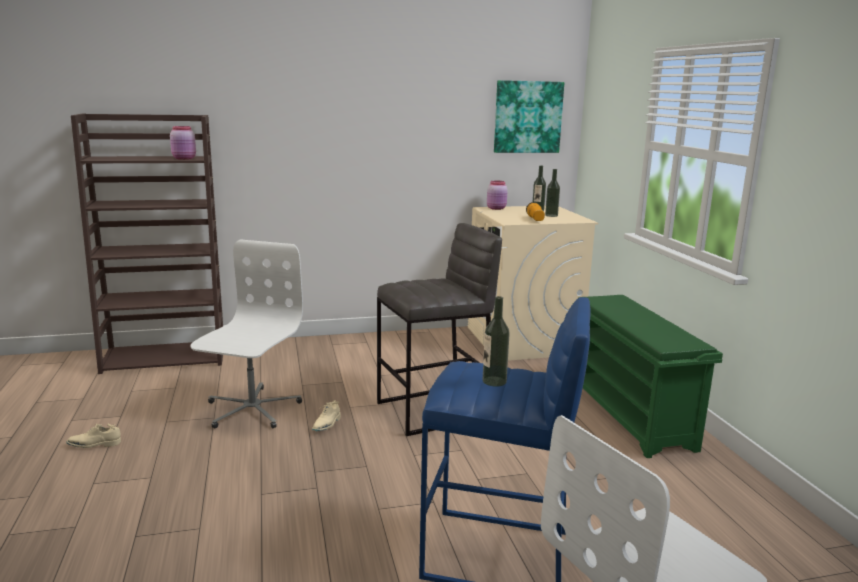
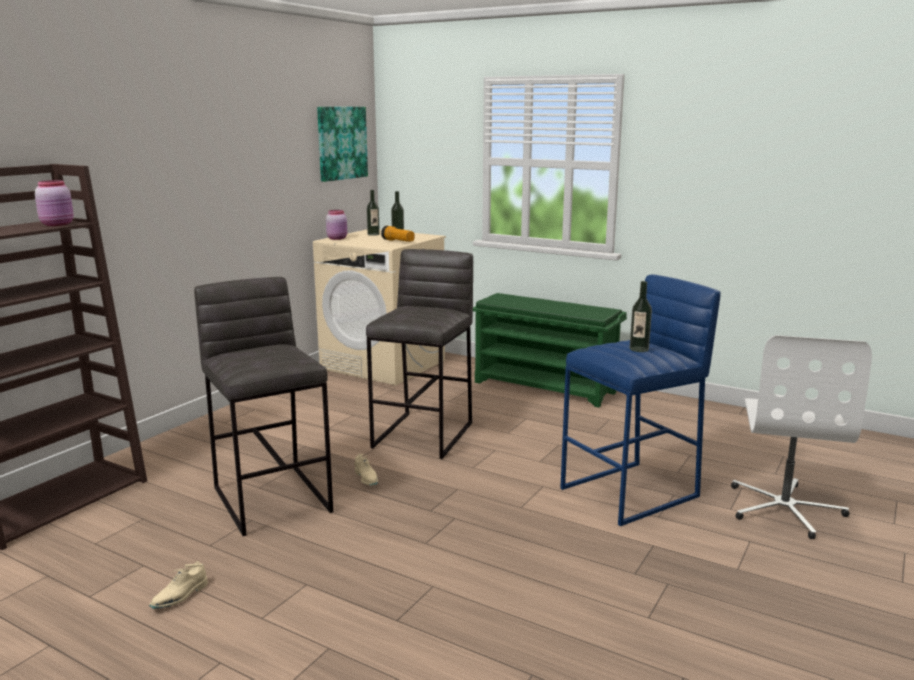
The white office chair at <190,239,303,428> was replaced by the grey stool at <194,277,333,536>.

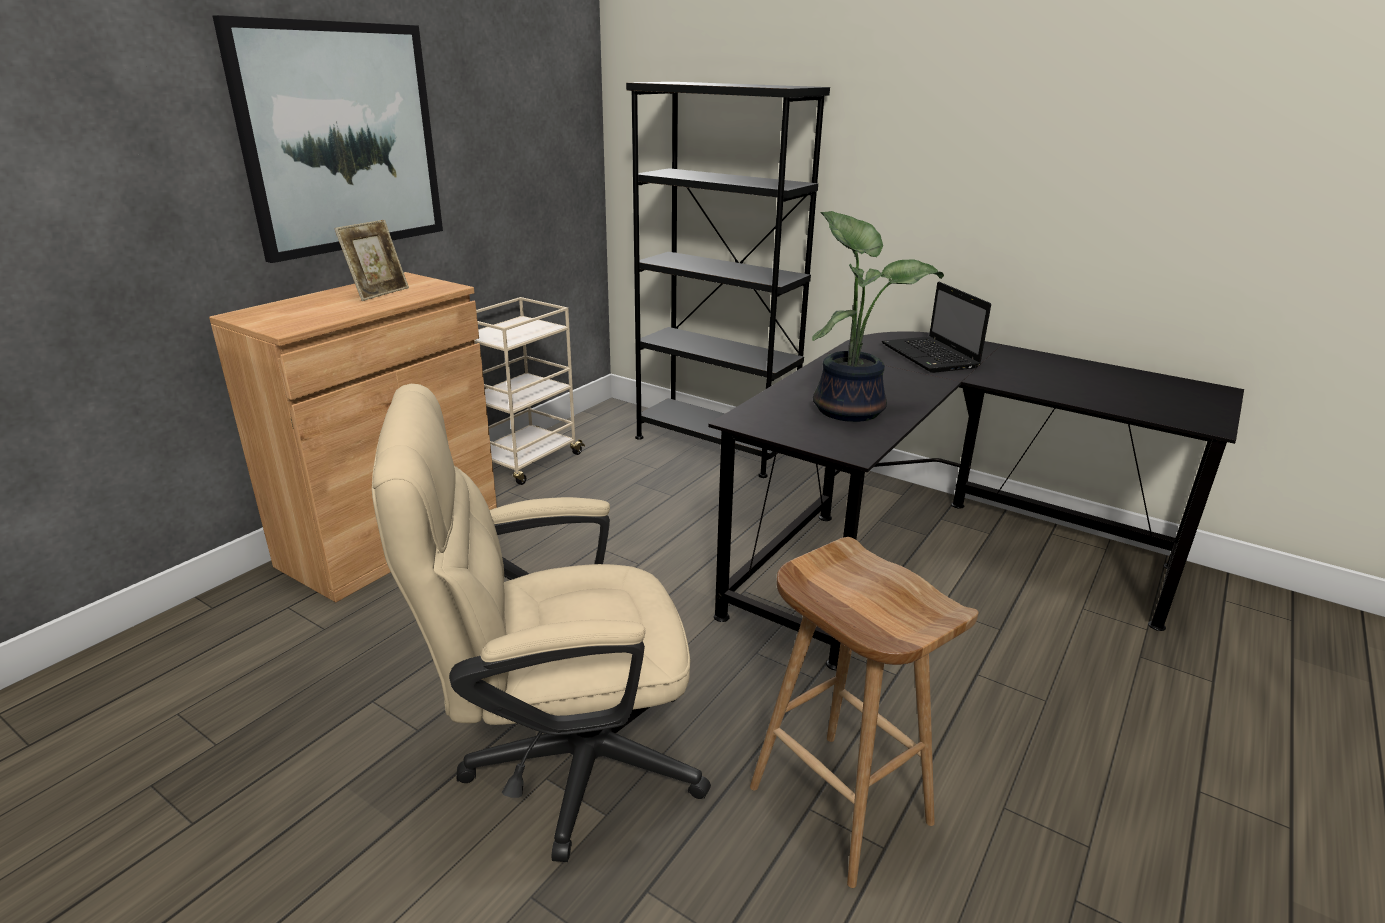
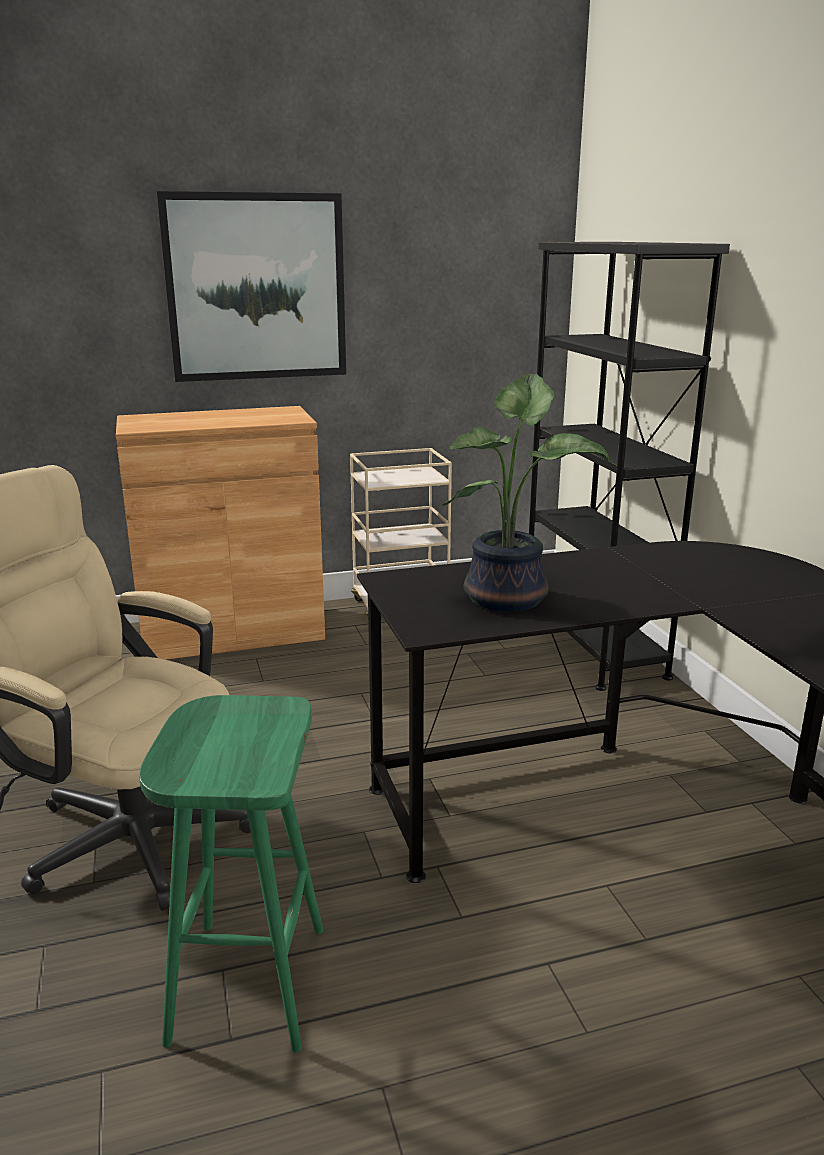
The picture frame at <335,220,409,301> disappeared.
The brown stool at <750,537,979,888> became the green stool at <139,695,323,1053>.
The laptop at <882,282,991,373> disappeared.

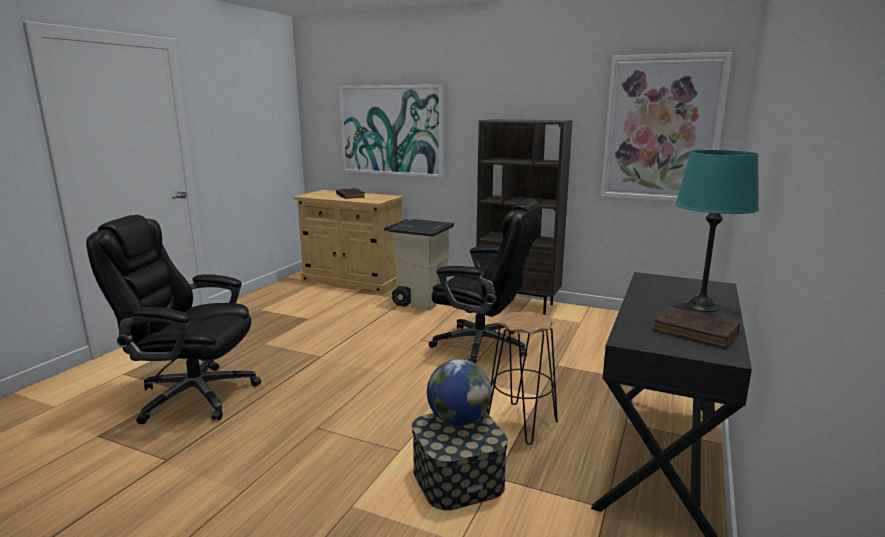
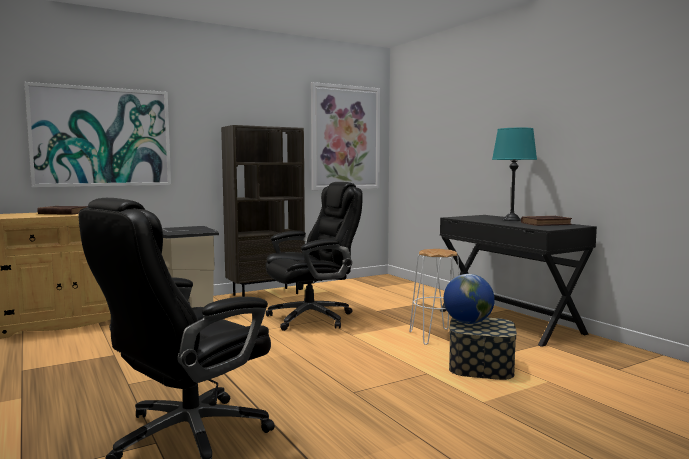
The black stool at <486,311,558,445> became the white stool at <409,249,460,345>.

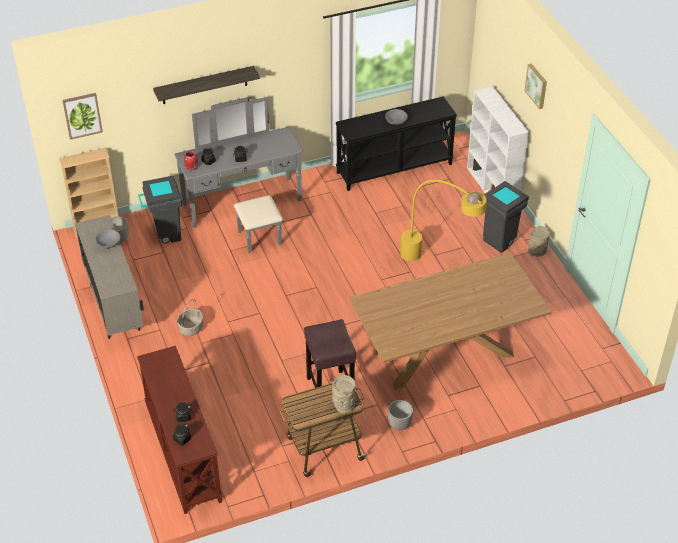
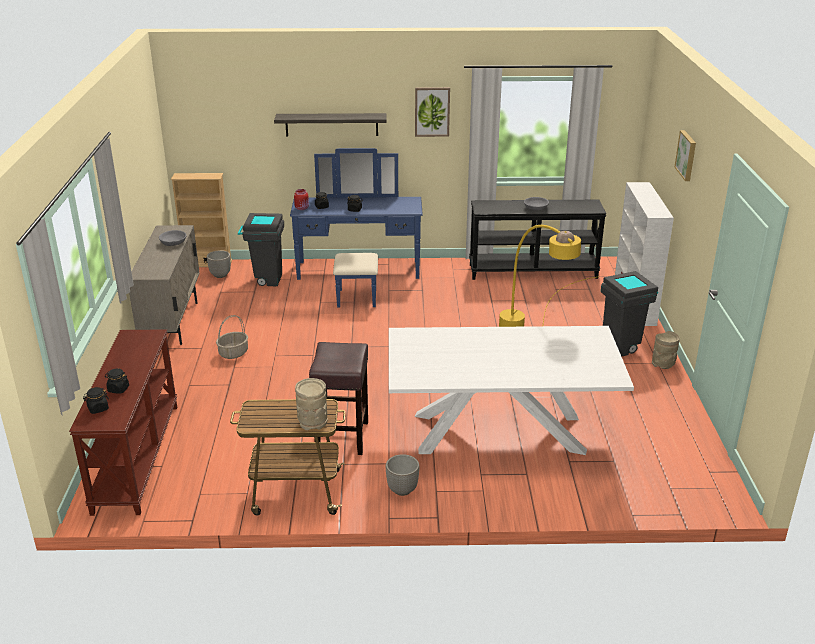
The picture moved from <62,93,103,140> to <415,87,450,137>.
The grey dresser at <174,97,303,253> became the blue dresser at <290,148,423,308>.
The brown dining table at <349,253,552,390> became the white dining table at <389,326,634,455>.

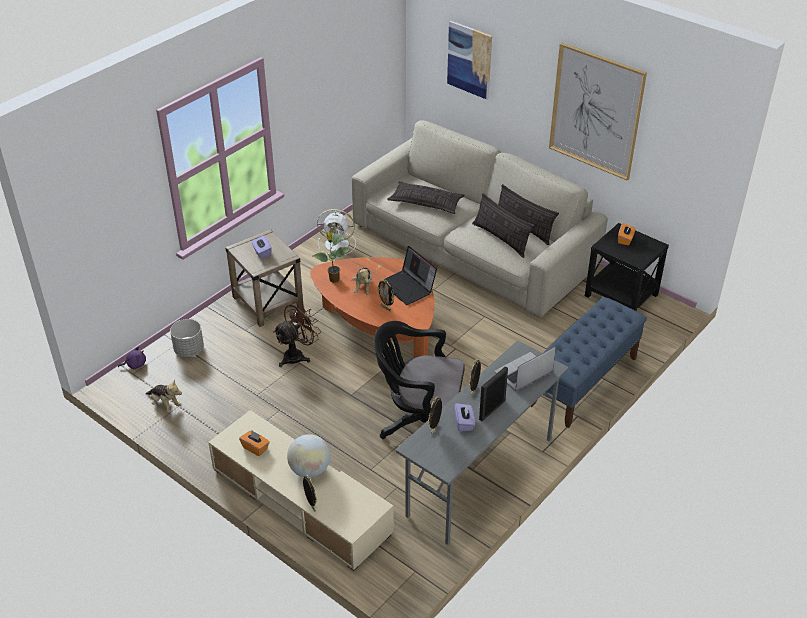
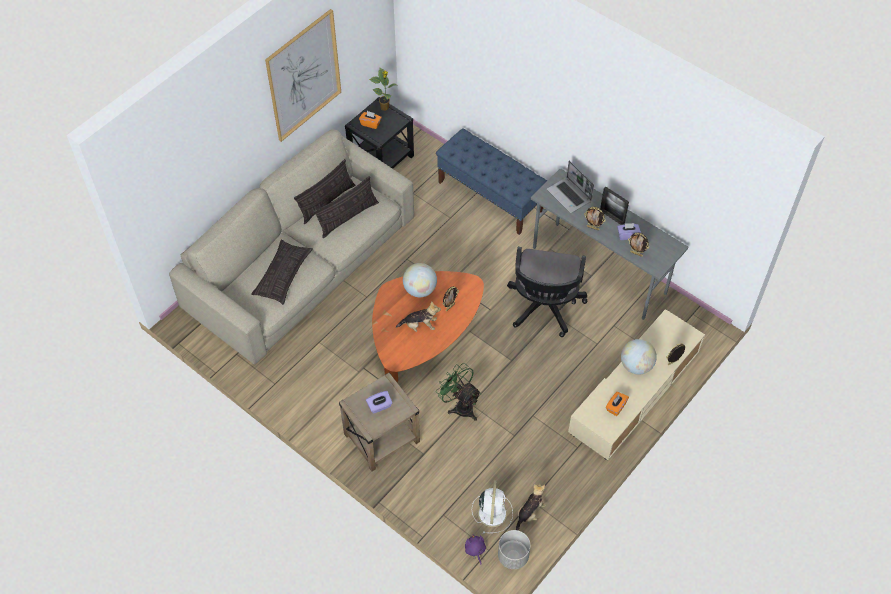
The grey planter moved from <170,319,204,357> to <498,530,531,569>.
The brown fan at <273,302,321,367> became the green fan at <436,363,481,421>.
The potted plant moved from <313,232,350,283> to <369,68,397,111>.
The white fan moved from <317,209,356,255> to <472,480,513,534>.
The laptop at <385,246,437,305> was replaced by the globe at <403,263,437,297>.
The picture at <447,21,492,100> disappeared.

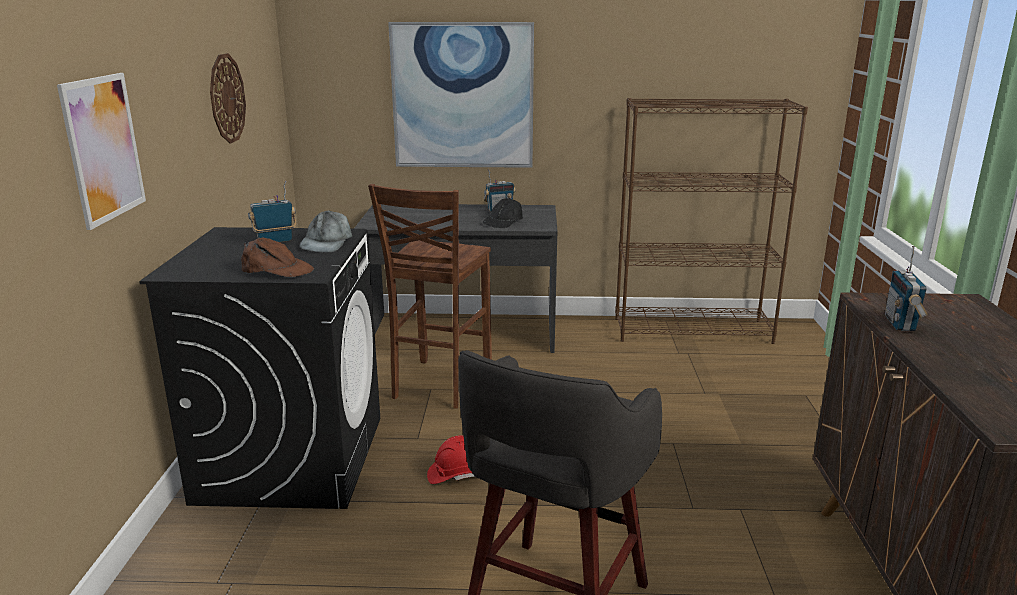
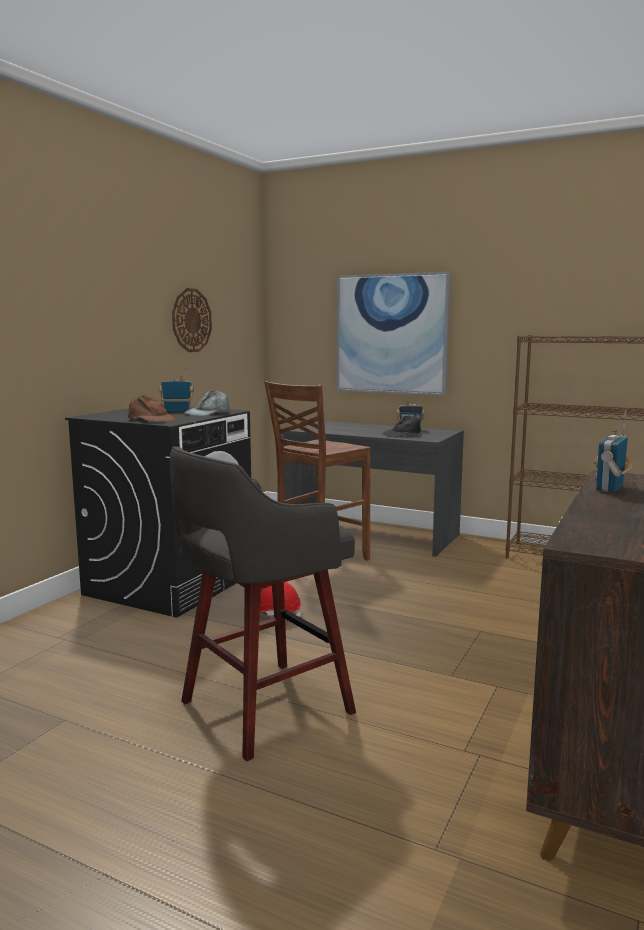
The picture at <57,73,146,230> disappeared.

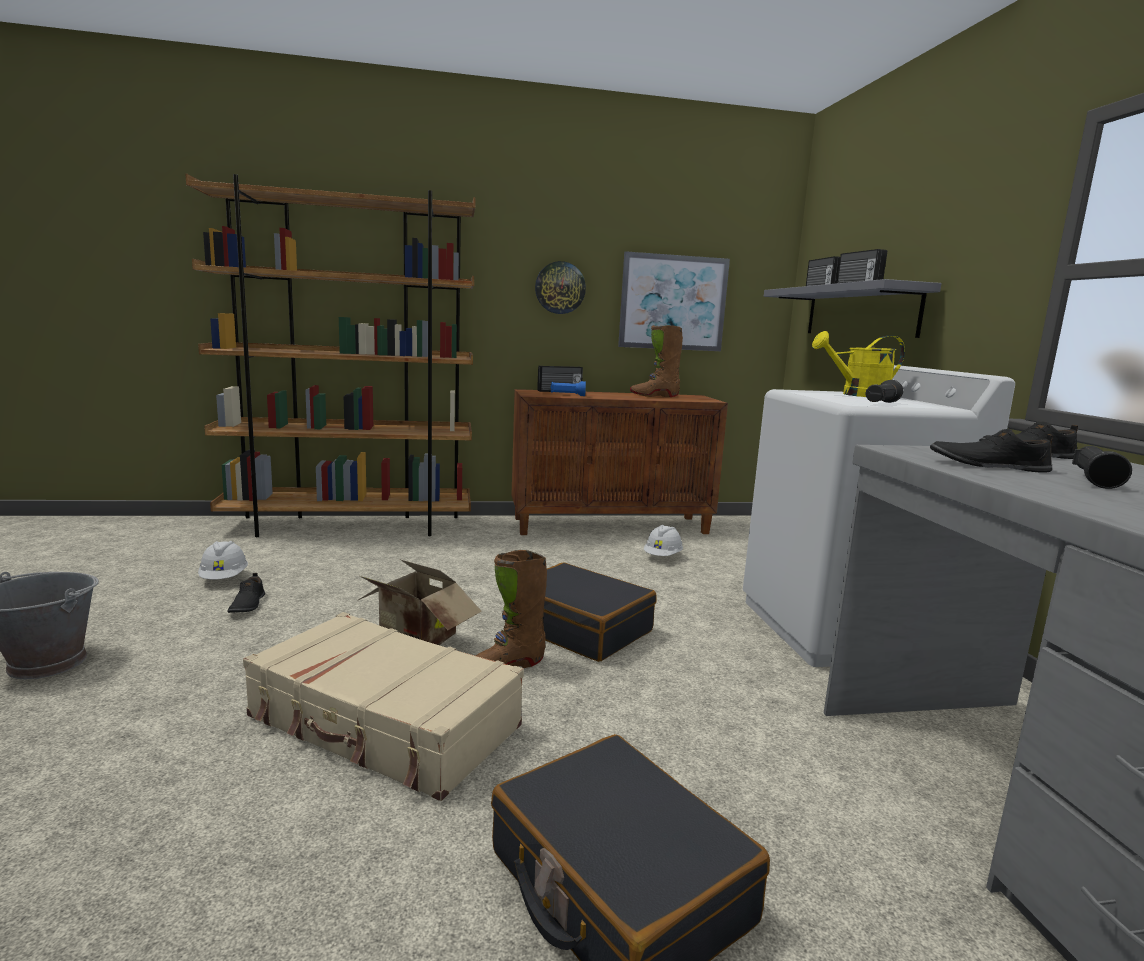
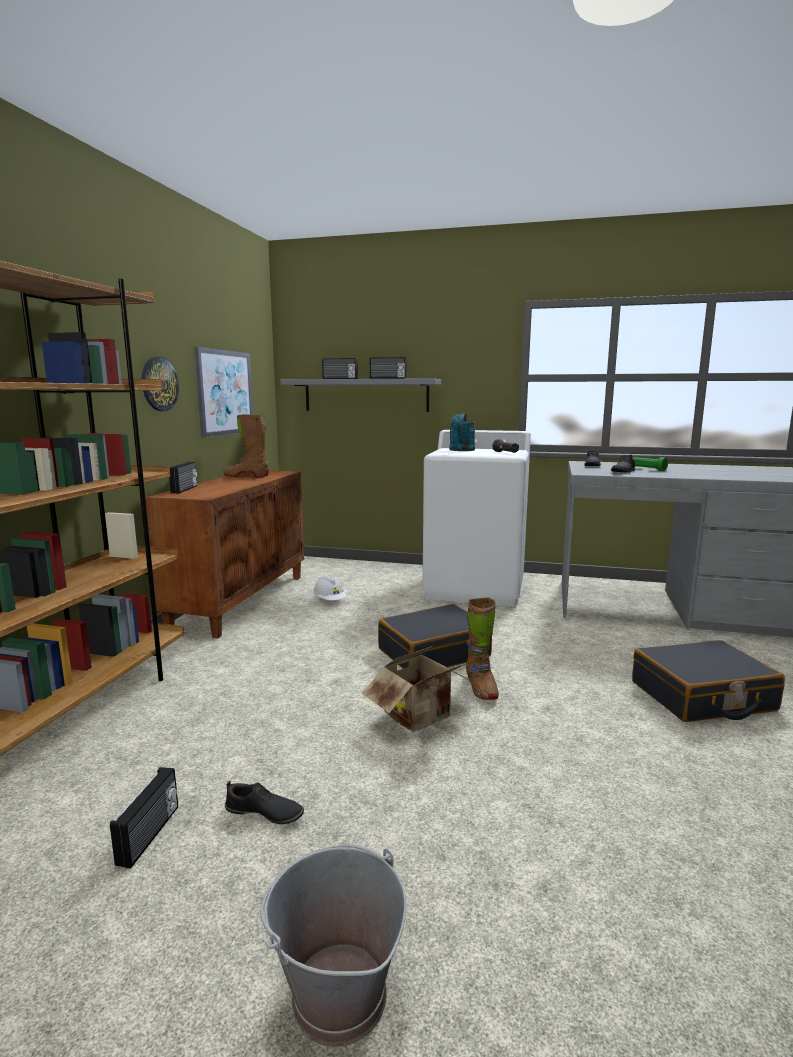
The white hard hat at <198,541,248,579> was replaced by the radio at <110,767,178,868>.
The beige suitcase at <243,612,524,801> disappeared.
The blue flashlight at <551,381,586,396> disappeared.
The brown boot at <630,325,683,397> turned 90 degrees clockwise.
The yellow watering can at <812,331,905,397> became the turquoise watering can at <449,413,475,451>.
The black flashlight at <1072,446,1132,489> became the green flashlight at <634,457,668,471>.

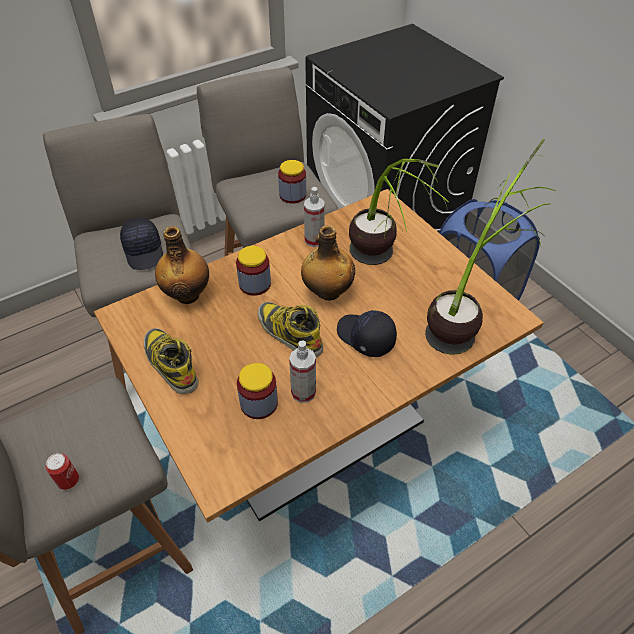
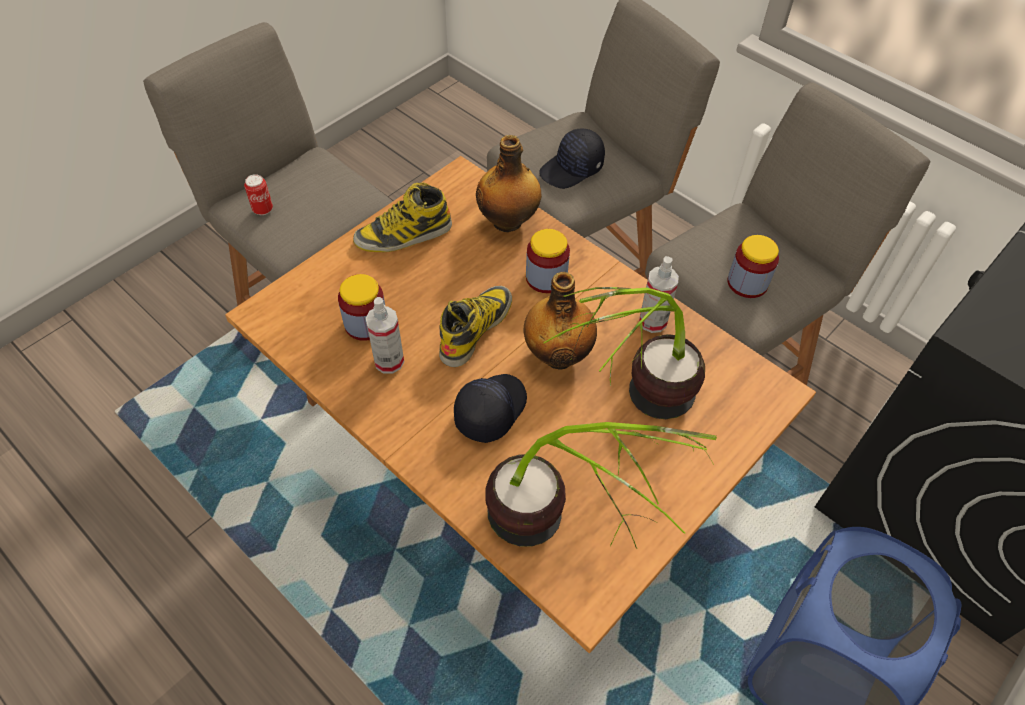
The boot at <144,328,199,394> turned 150 degrees counterclockwise.

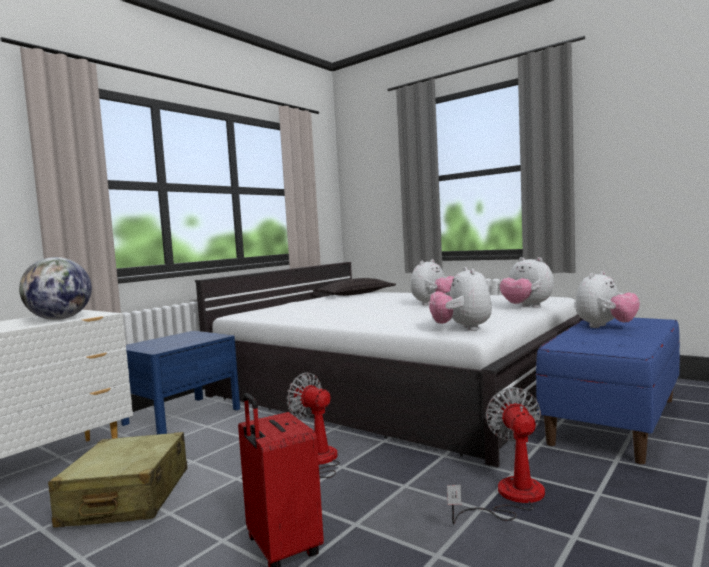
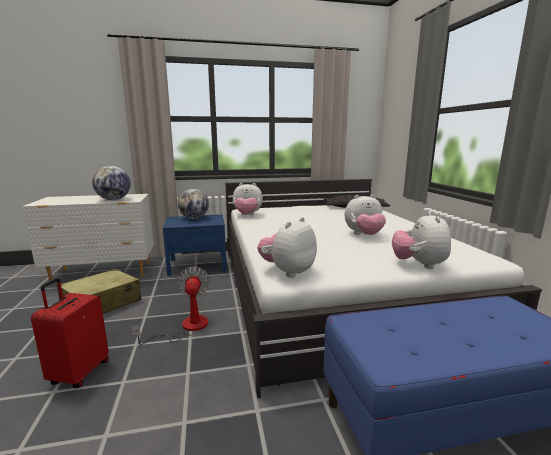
The fan at <447,387,545,524> disappeared.
The plush toy moved from <575,271,640,328> to <233,183,263,215>.
The globe at <178,189,209,219> appeared.

